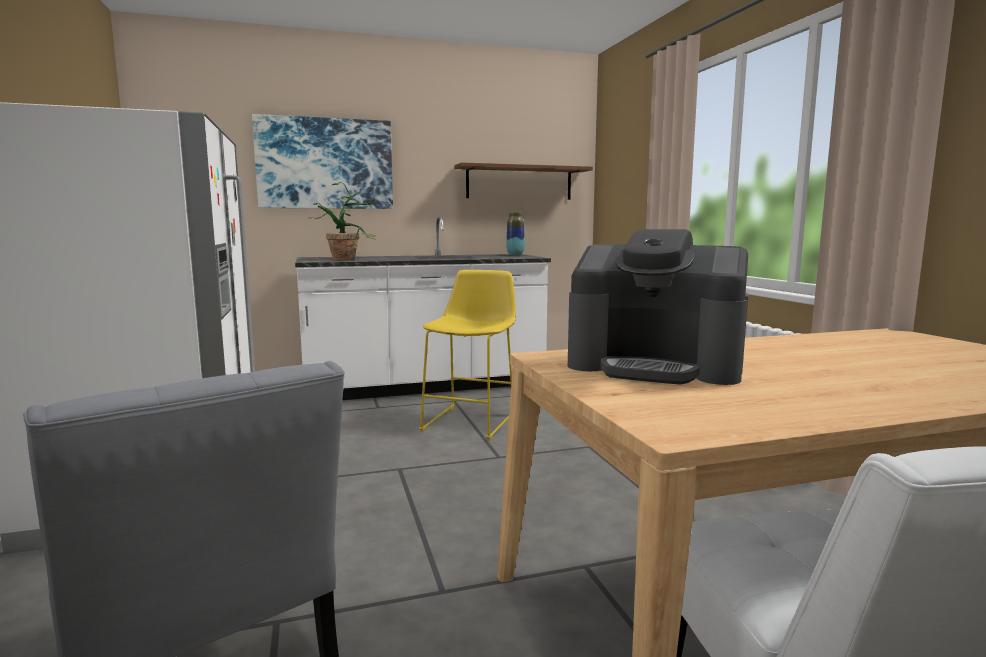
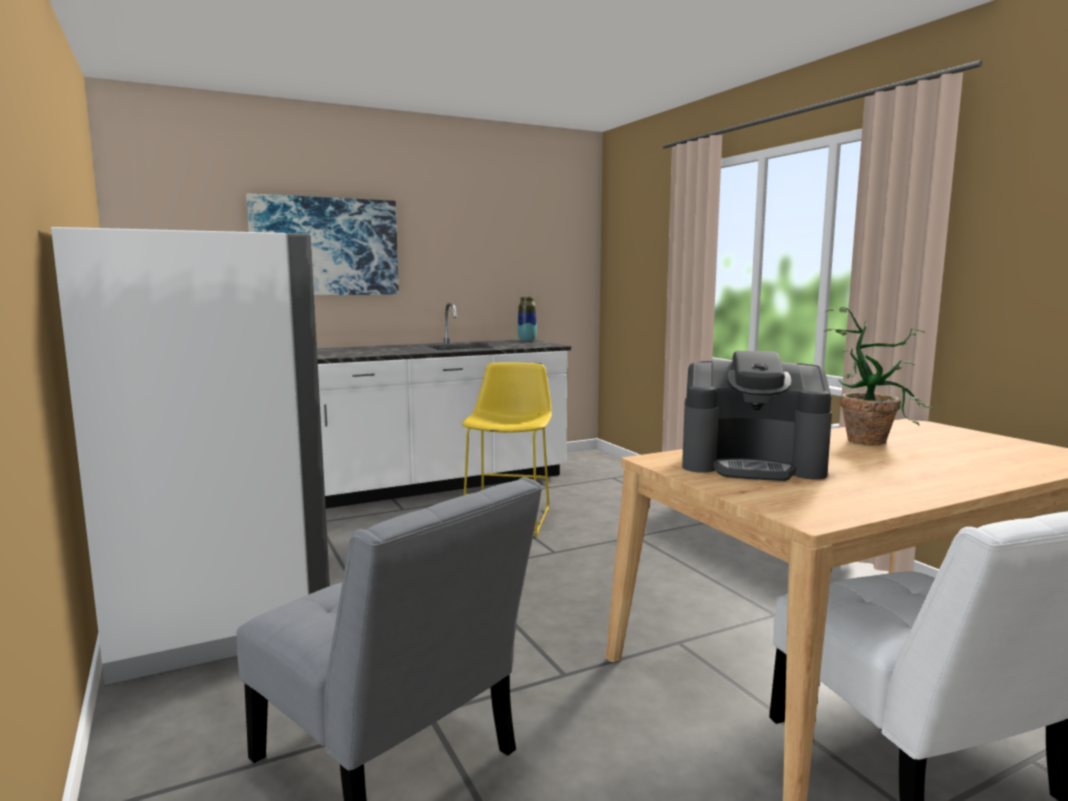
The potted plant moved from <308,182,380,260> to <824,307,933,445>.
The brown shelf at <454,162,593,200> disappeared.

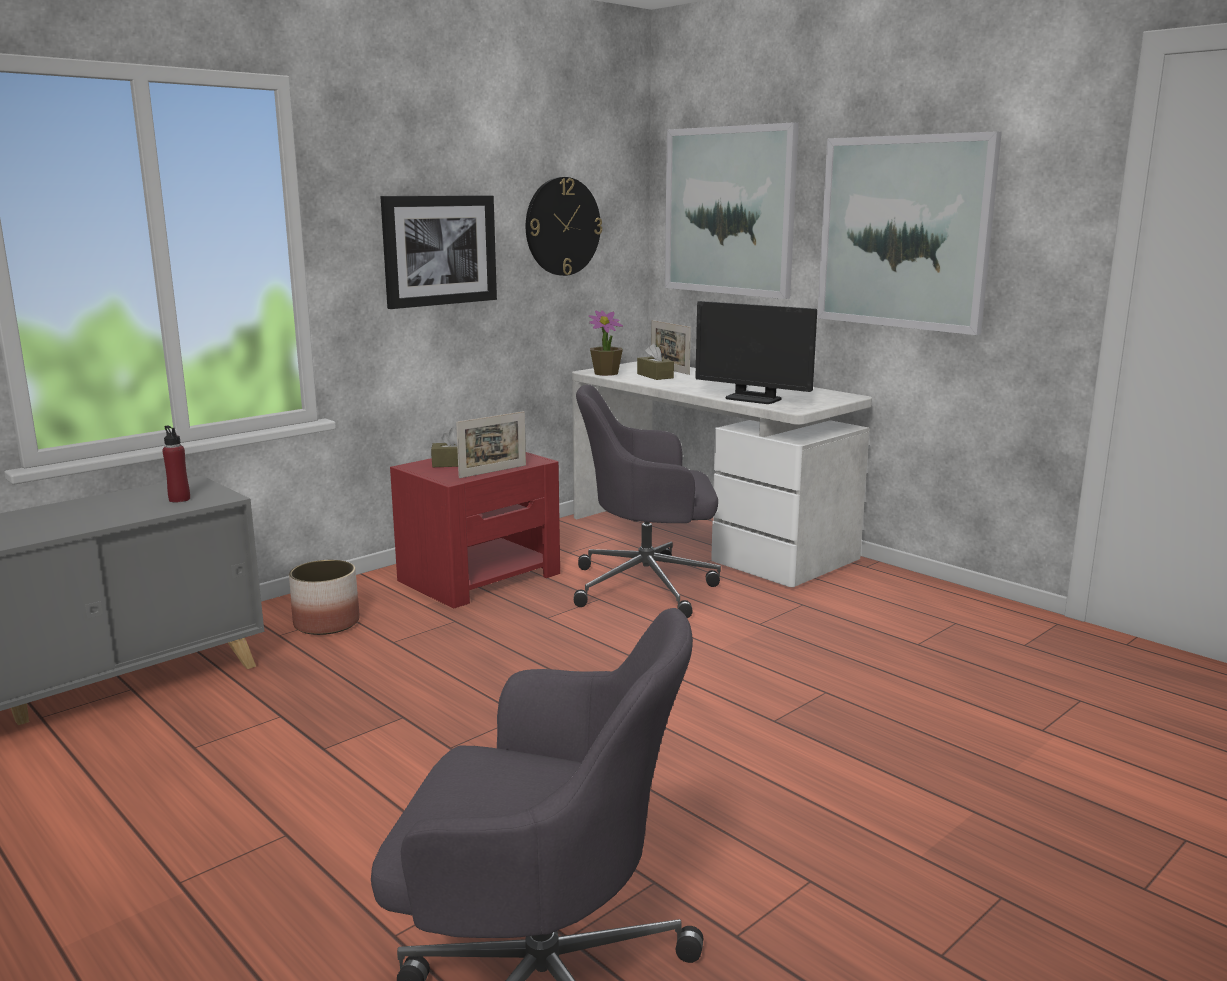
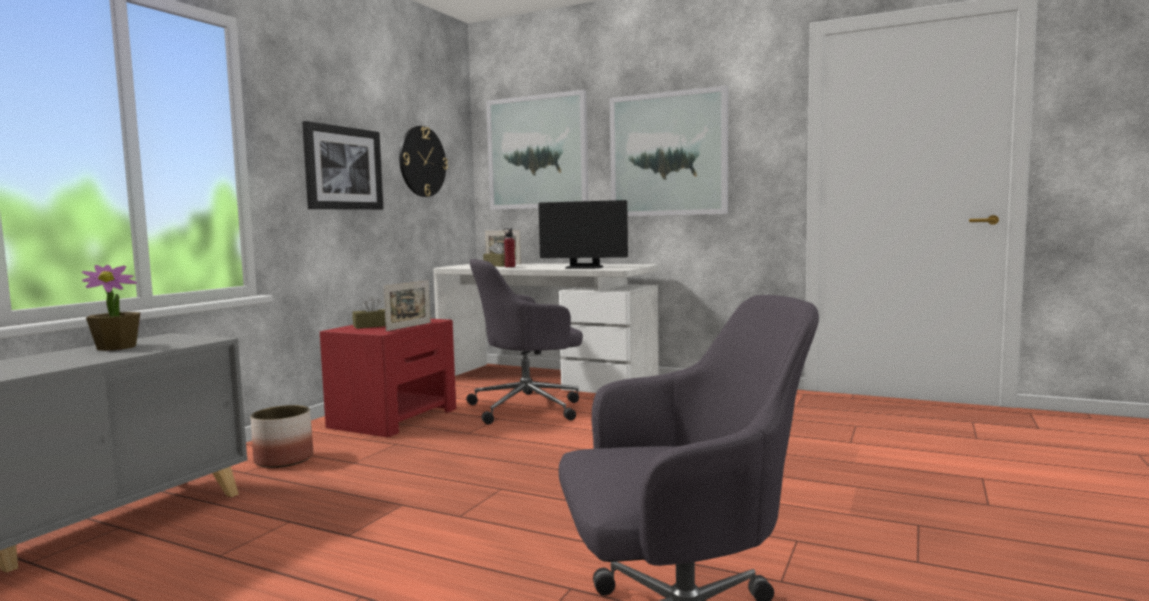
The red bottle moved from <162,425,190,502> to <504,228,515,267>.
The potted plant moved from <588,310,623,376> to <82,265,141,351>.

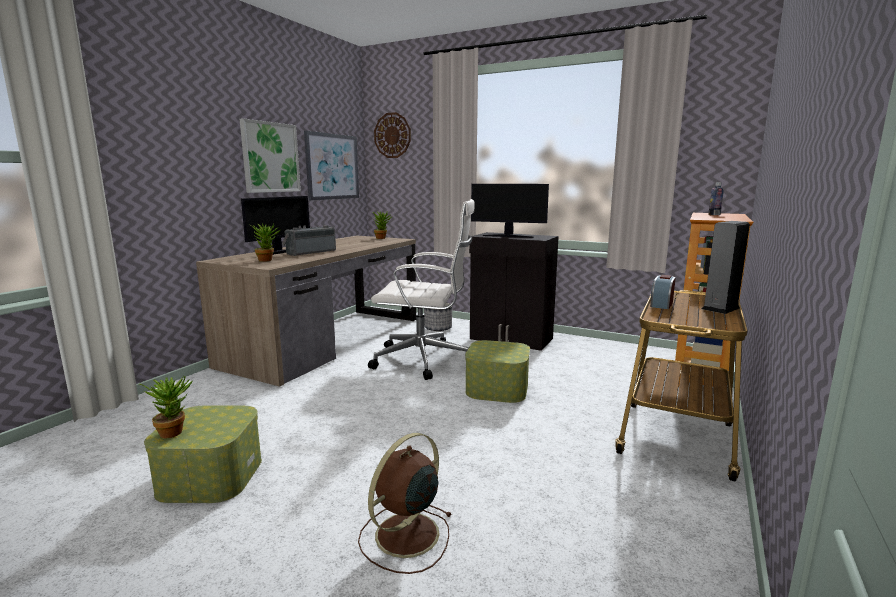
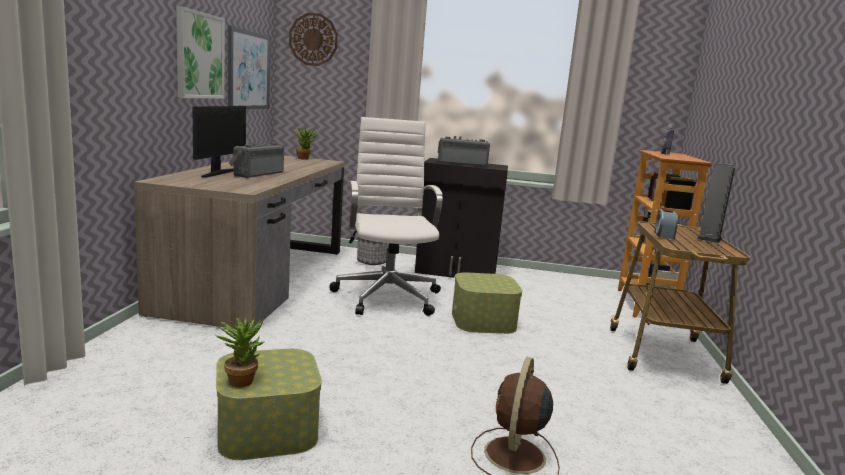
The potted plant at <250,223,280,262> disappeared.
The white office chair at <368,199,475,380> turned 90 degrees counterclockwise.
The monitor at <471,184,549,238> was replaced by the radio at <438,136,490,167>.

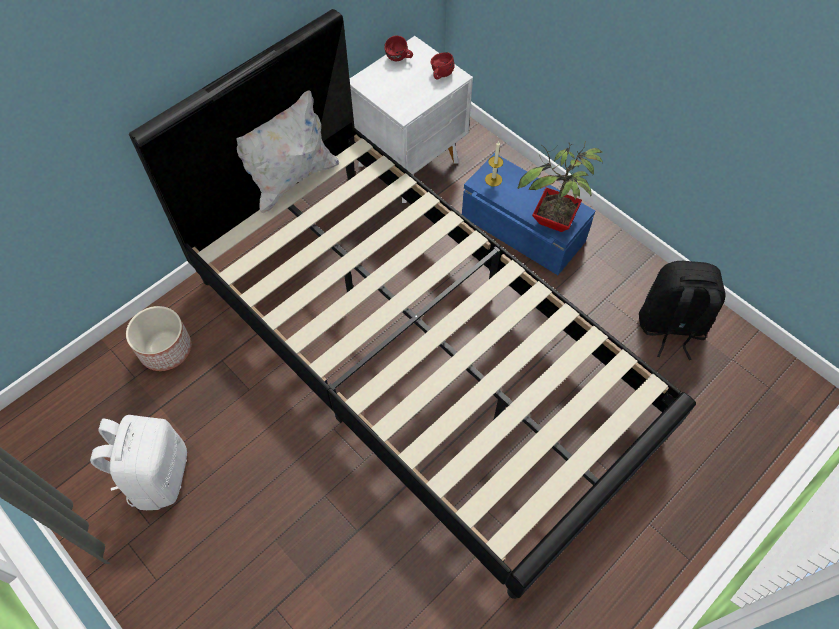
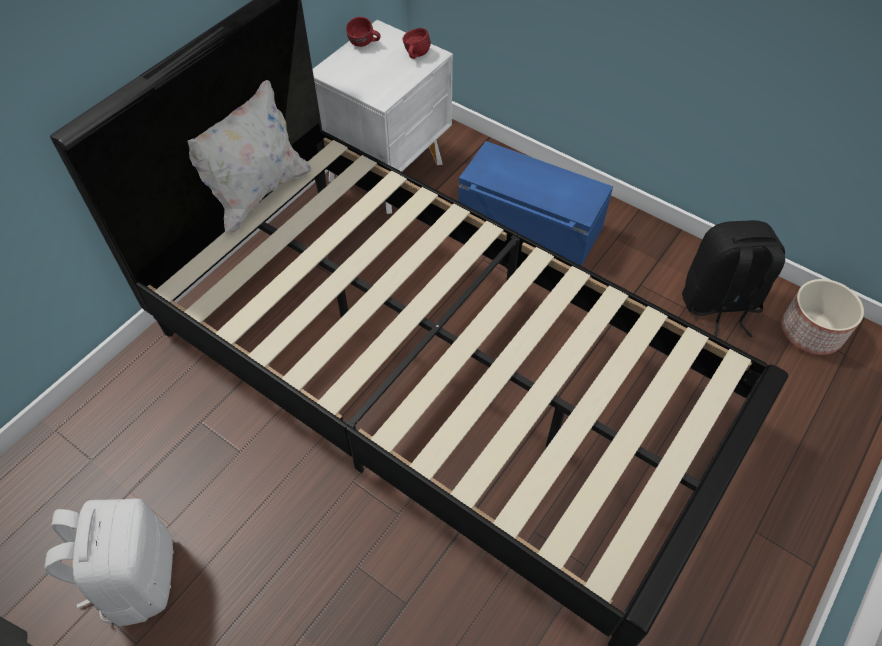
The planter moved from <126,306,191,371> to <781,279,864,355>.
The candle at <485,141,503,187> disappeared.
The potted plant at <517,141,603,232> disappeared.

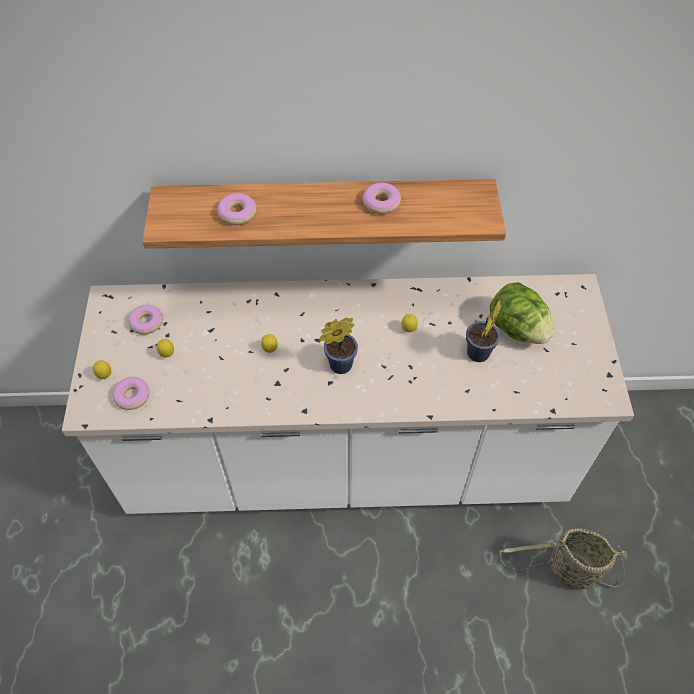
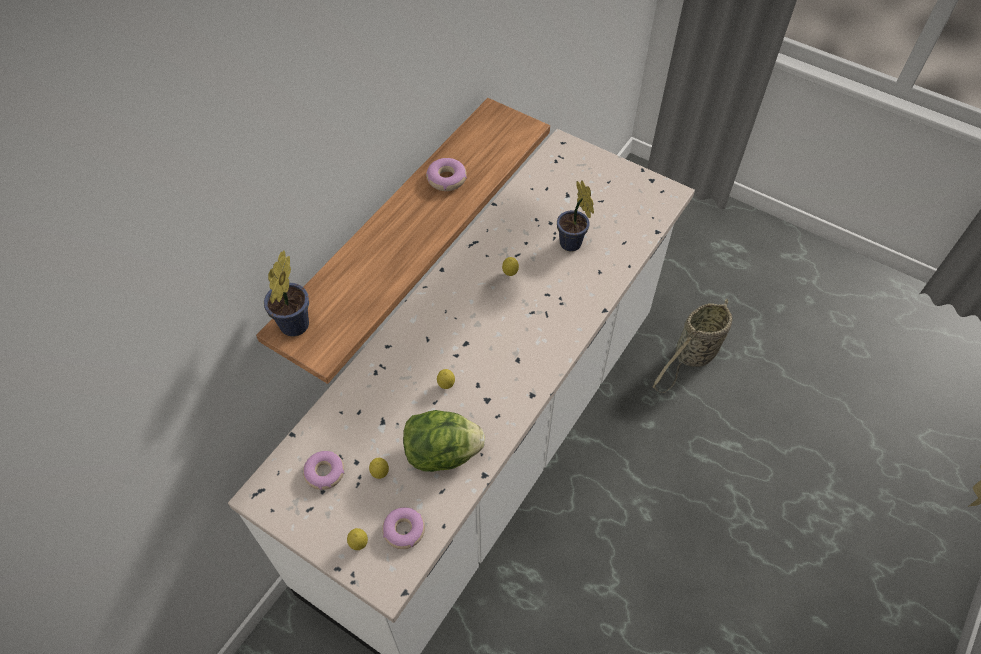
The donut at <217,193,256,225> disappeared.
The potted plant moved from <319,317,358,374> to <264,250,309,337>.
The lettuce moved from <490,282,554,344> to <403,410,485,472>.

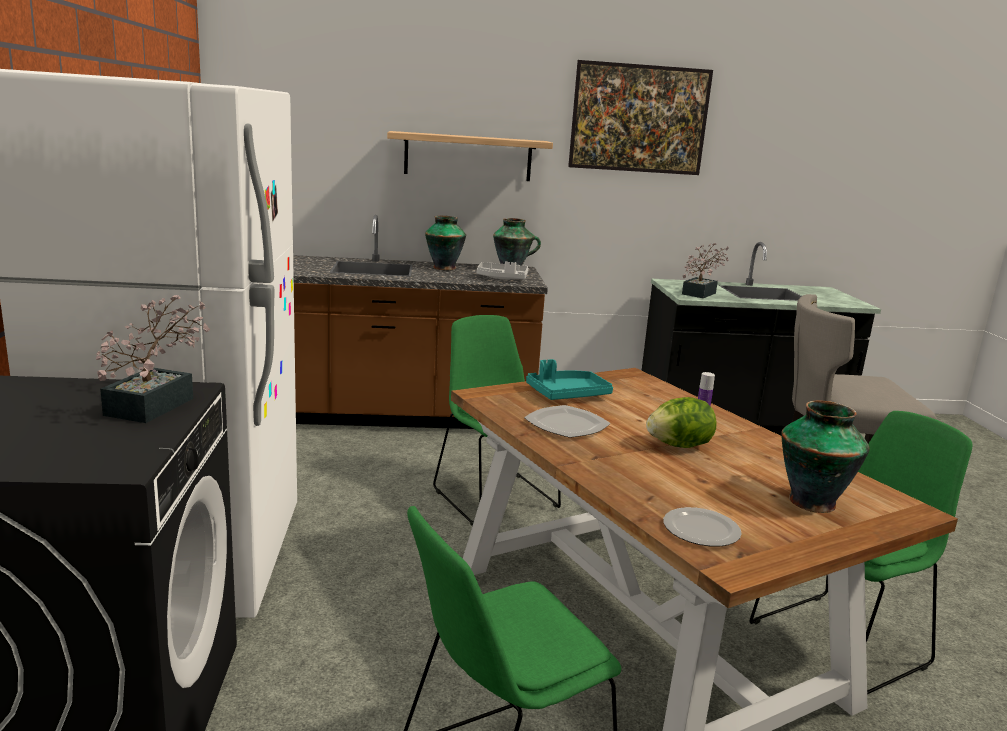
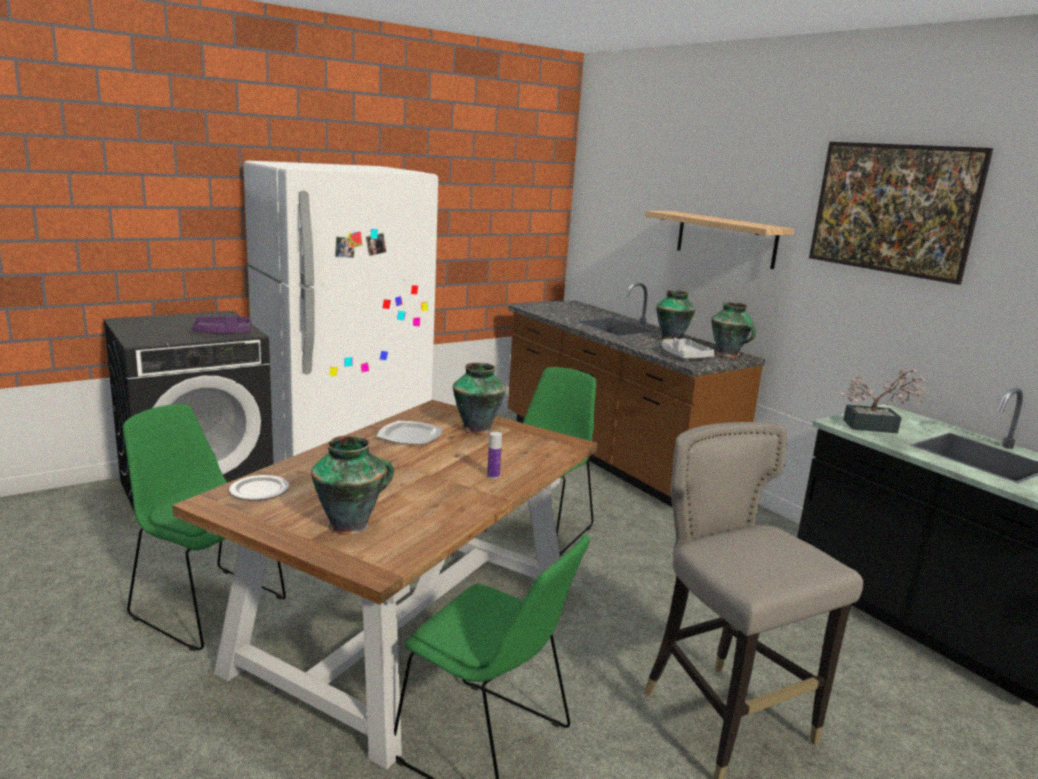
The potted plant at <96,295,211,423> was replaced by the purple tray at <192,316,251,334>.
The turquoise tray at <526,359,613,400> was replaced by the vase at <453,363,506,434>.
The lettuce at <646,397,717,448> disappeared.

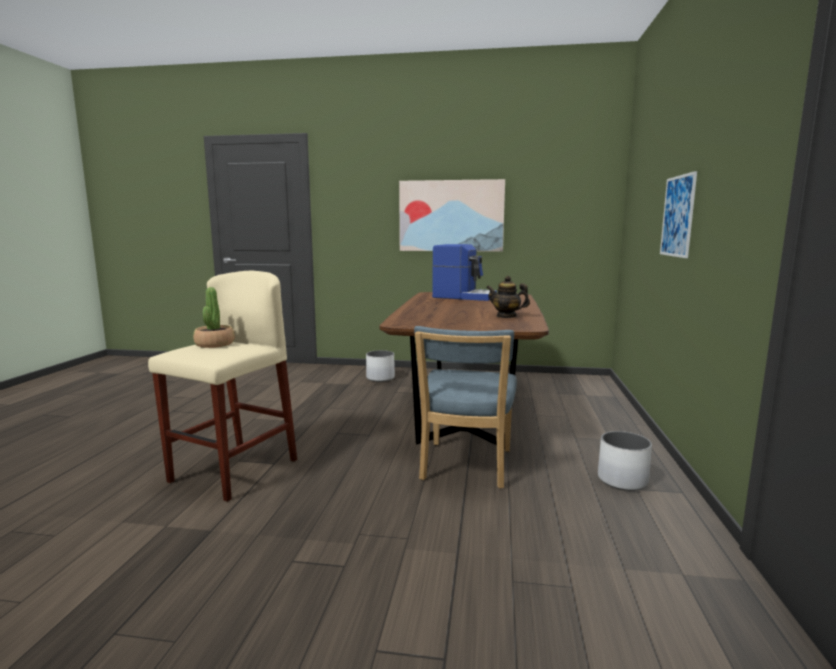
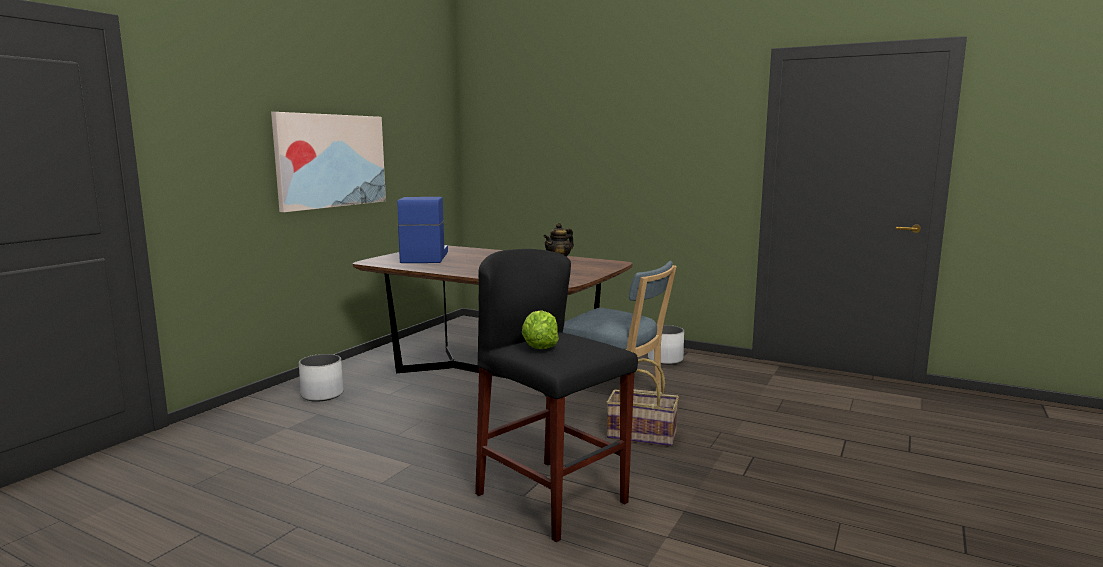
The beige stool at <148,271,297,502> became the black stool at <475,249,638,542>.
The potted plant at <193,287,235,348> was replaced by the lettuce at <522,310,559,349>.
The coffee machine at <432,244,497,301> turned 45 degrees counterclockwise.
The picture at <660,171,697,258> disappeared.
The basket at <606,358,679,446> appeared.

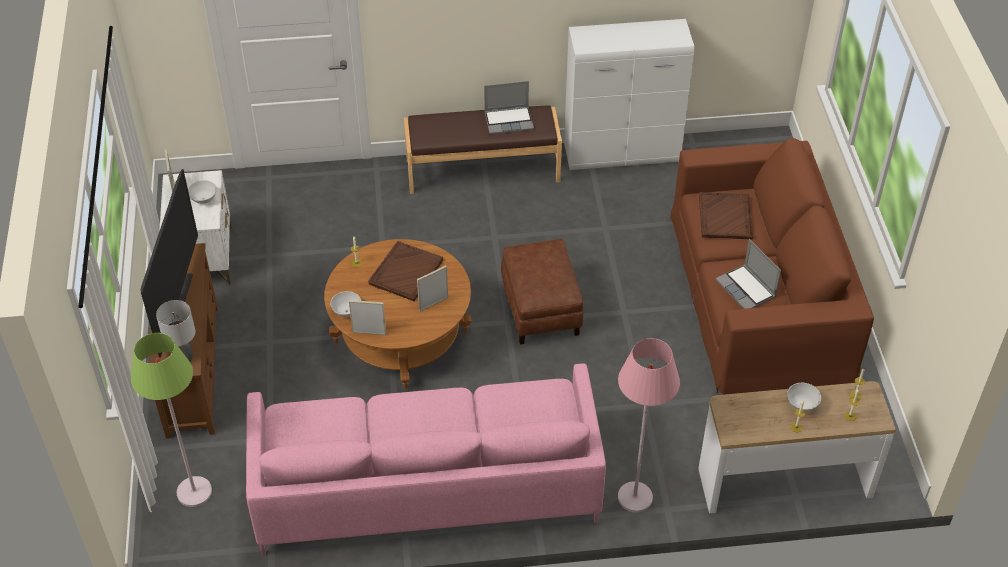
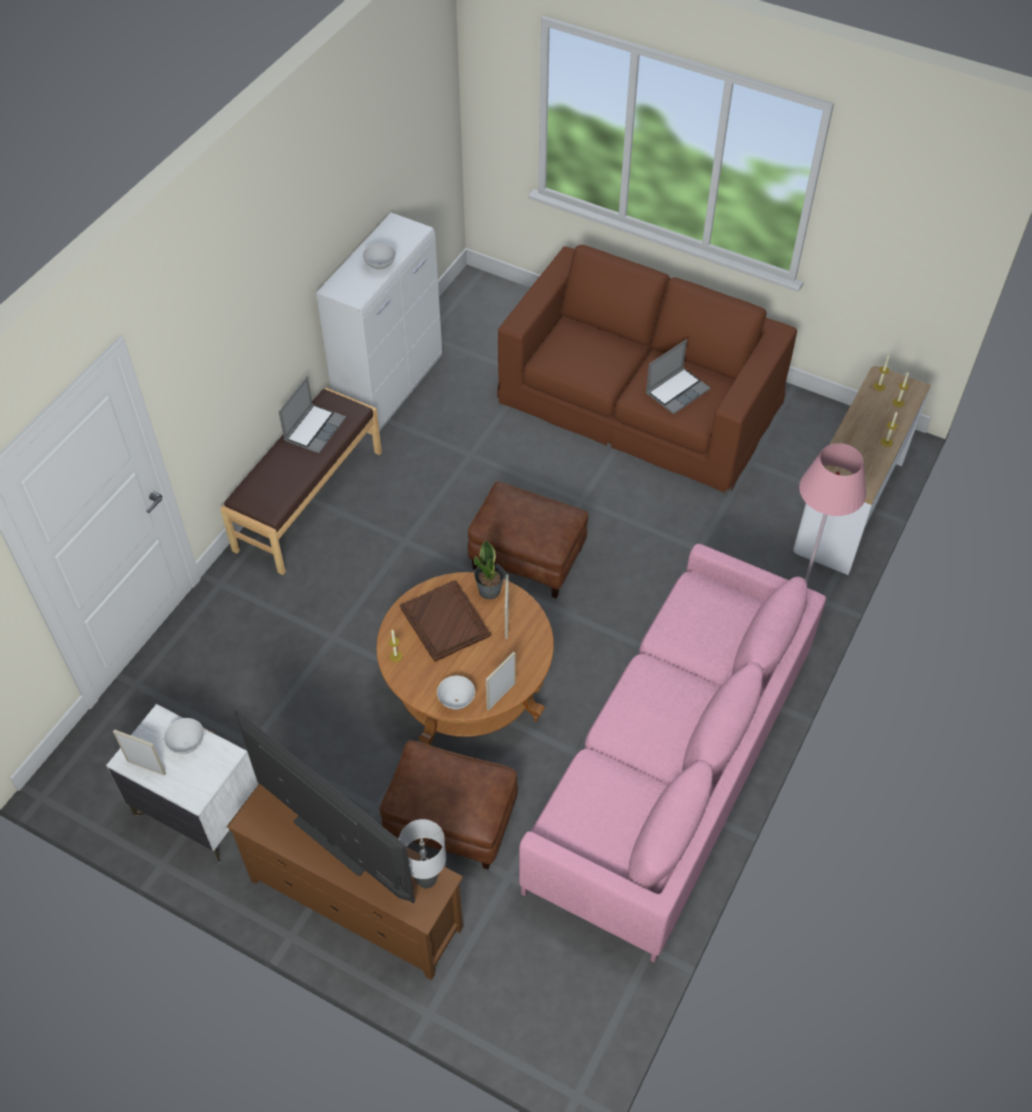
The green floor lamp at <131,333,212,507> disappeared.
The brown tray at <699,192,753,239> disappeared.
The laptop at <716,239,781,309> turned 45 degrees counterclockwise.
The white bowl moved from <787,383,821,412> to <363,243,396,270>.
The brown ottoman at <380,740,518,870> appeared.
The potted plant at <474,539,505,599> appeared.

